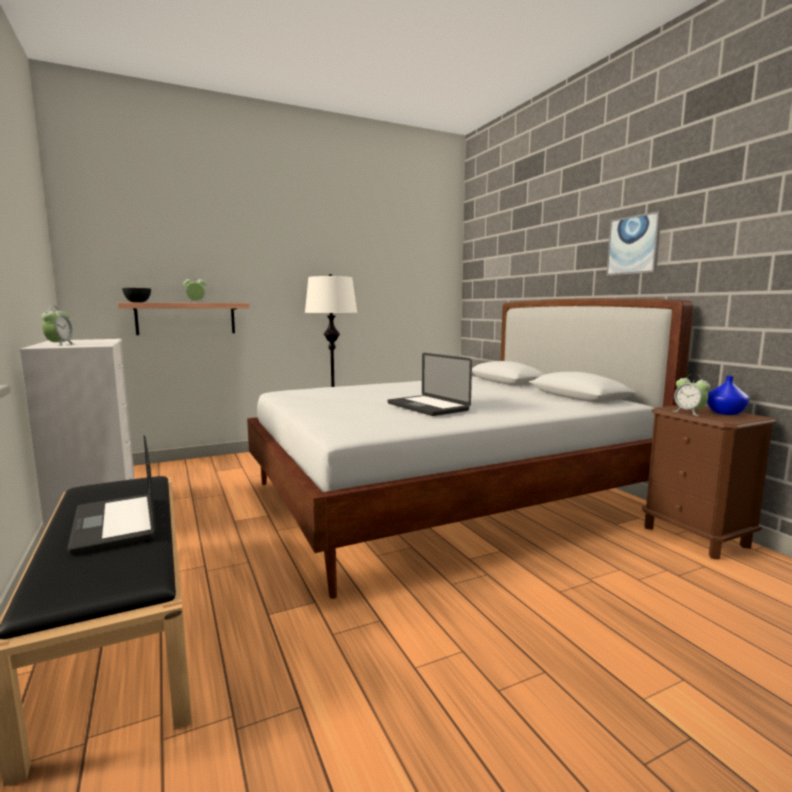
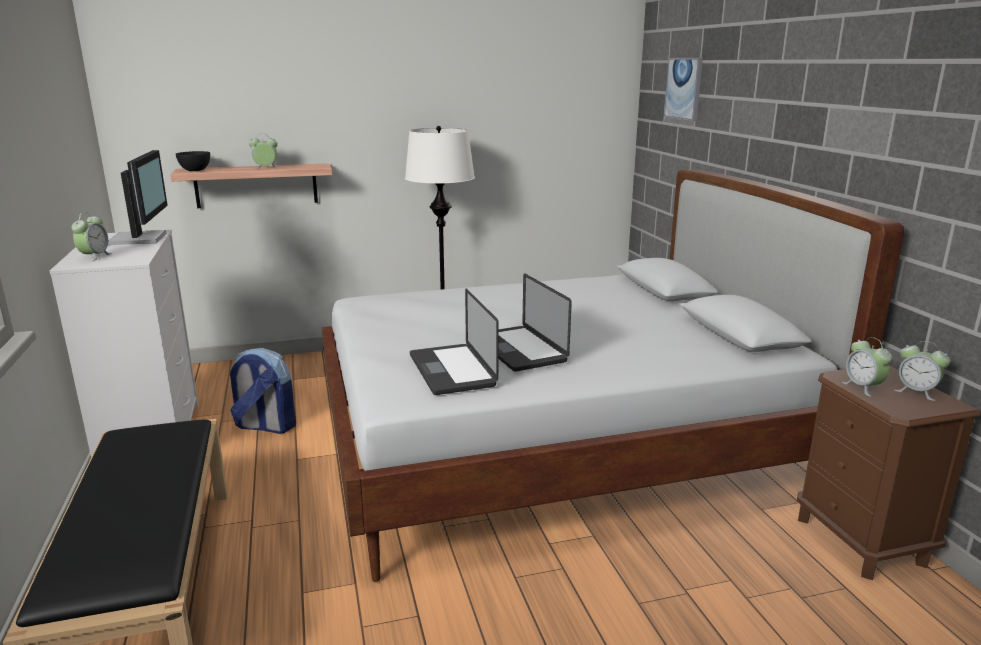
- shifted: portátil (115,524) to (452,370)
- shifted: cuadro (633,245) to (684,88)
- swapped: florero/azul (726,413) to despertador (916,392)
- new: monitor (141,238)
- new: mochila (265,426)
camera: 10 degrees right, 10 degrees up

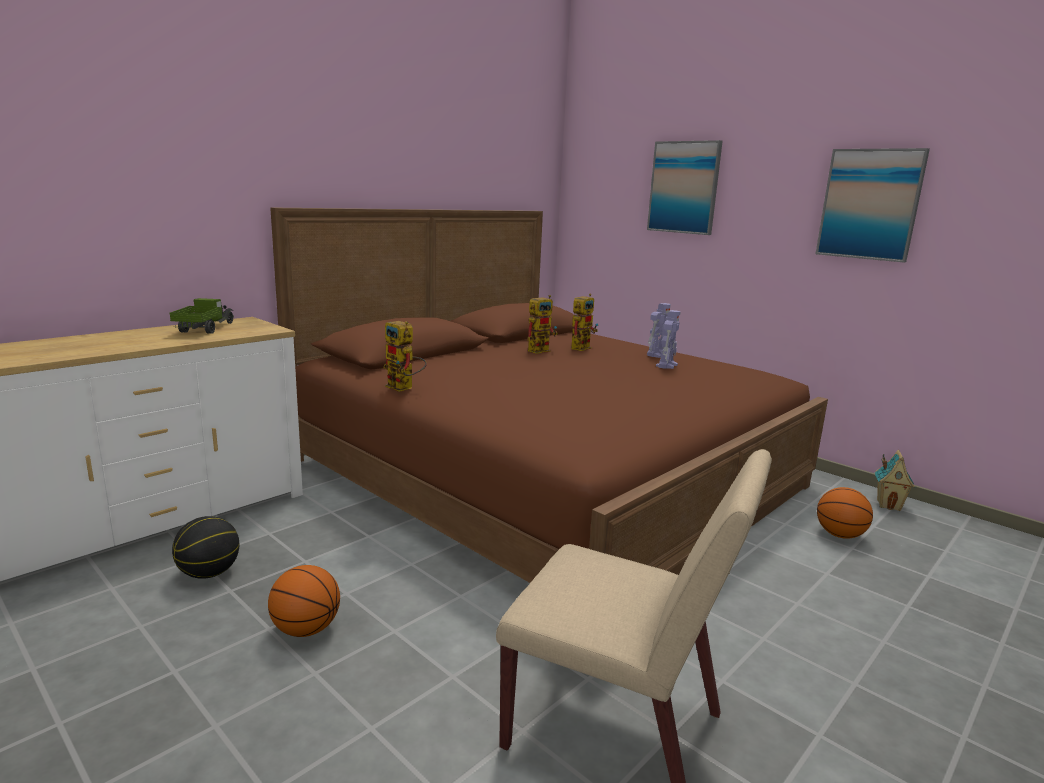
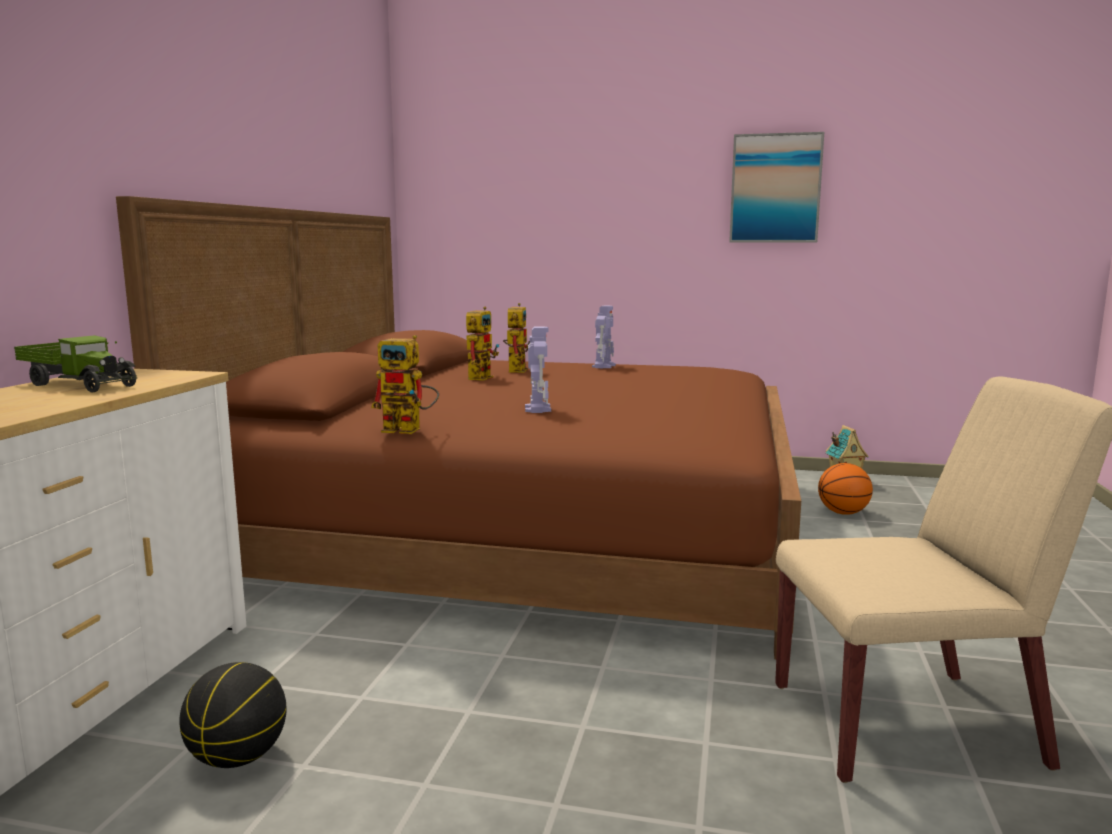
- rotated: camión de juguete (205,329) = (80,384) 150 degrees clockwise
- gone: balón de baloncesto (306,629)
- gone: cuadro (684,187)
- shifted: robot de juguete (667,365) to (537,408)
camera: 30 degrees left, 5 degrees down

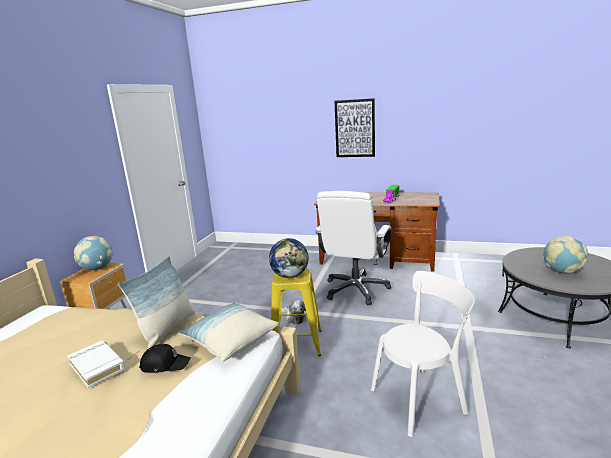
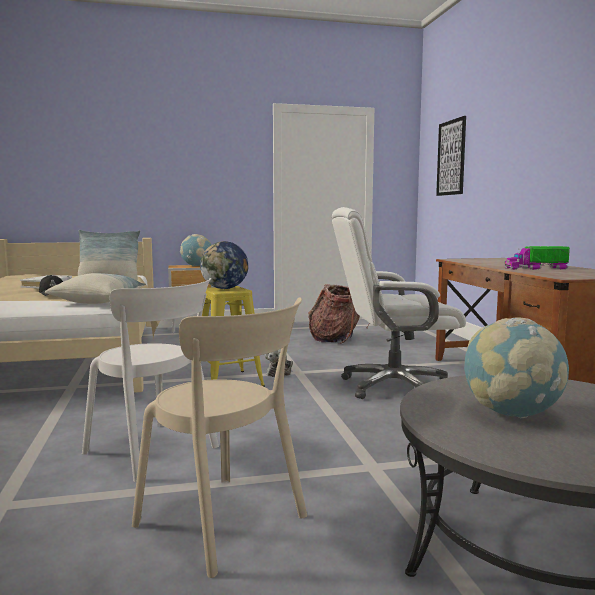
- shifted: cuadro (355,128) to (451,158)
- new: silla/beis (226,523)
- new: mochila (338,339)
camera: 60 degrees right, 10 degrees down

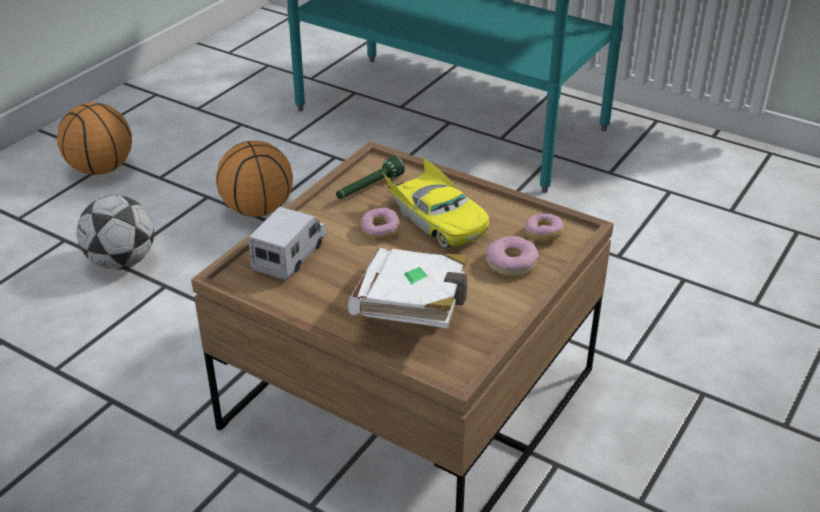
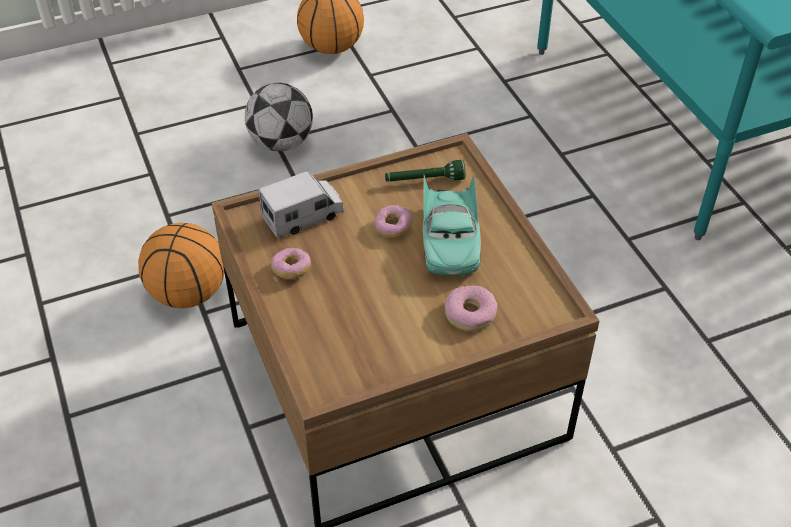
- shifted: balón de baloncesto (258,209) to (189,293)
- gone: libro/blanco (414,309)
- repainted: coche de juguete/amarillo (436,219) to coche de juguete/turquesa (450,239)
- shifted: rosquilla (543,235) to (291,269)
camera: 35 degrees right, 10 degrees up

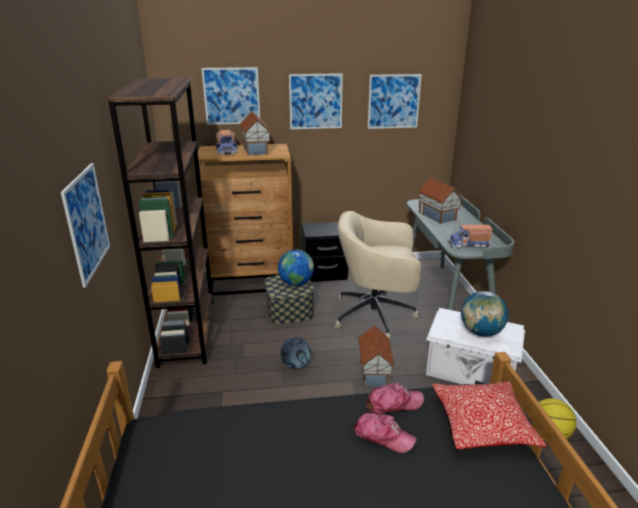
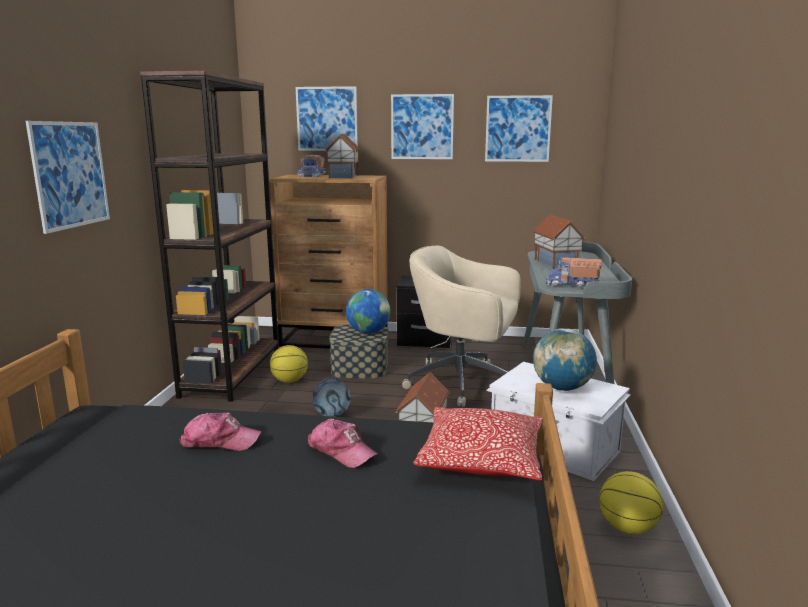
- shifted: gorra (393,403) to (220,441)
- new: balón de baloncesto (289,381)
camera: 15 degrees right, 10 degrees down

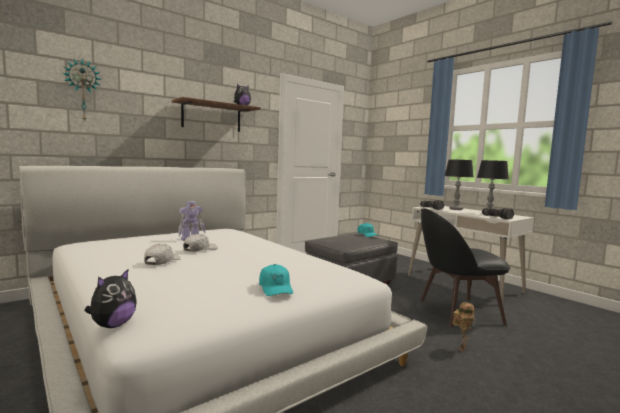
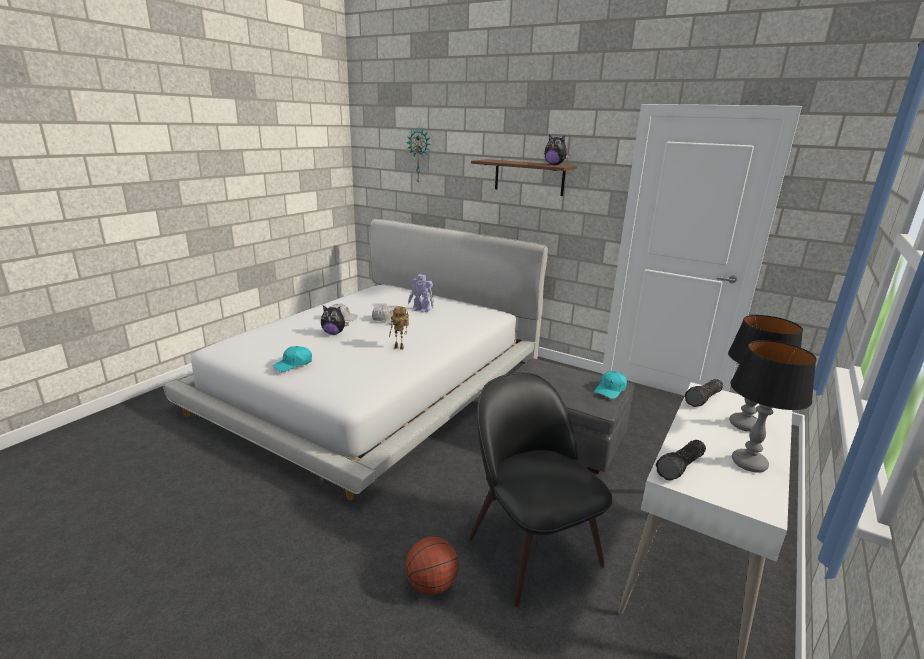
- shifted: peluche (112,325) to (334,333)
- shifted: robot de juguete (461,348) to (400,348)
- new: balón de baloncesto (432,584)
camera: 70 degrees right, 15 degrees up

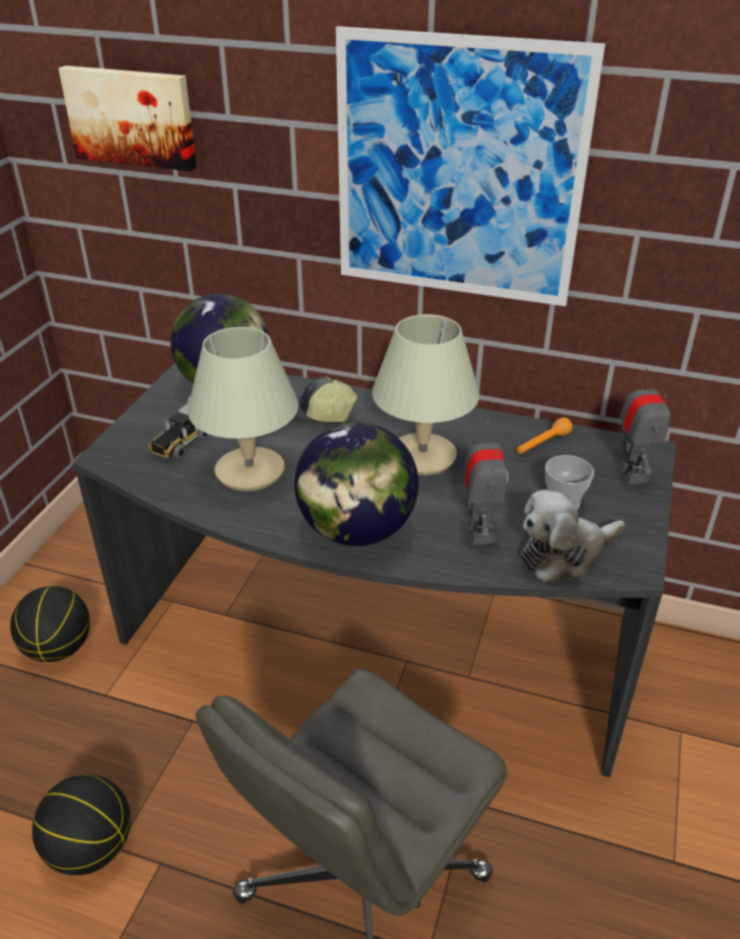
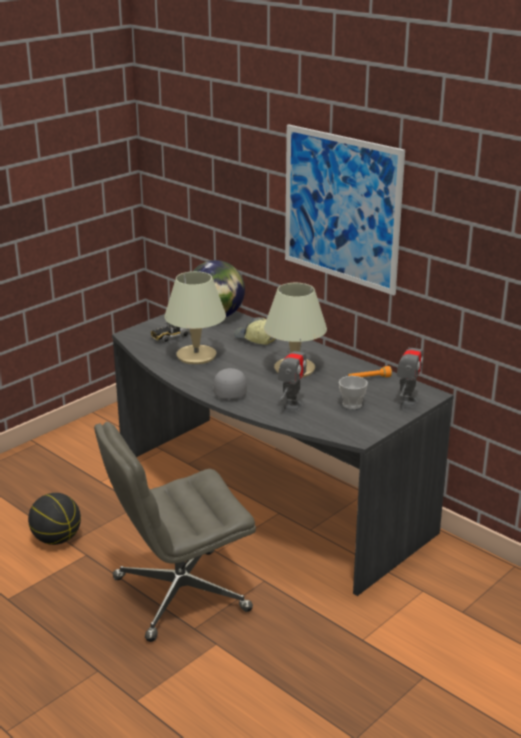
- gone: balón de baloncesto (58,649)
- gone: cuadro (131,117)
- swapped: globo terráqueo (356,531) to gorra/gris (228,391)
- gone: peluche (564,555)
camera: 25 degrees right, 10 degrees down

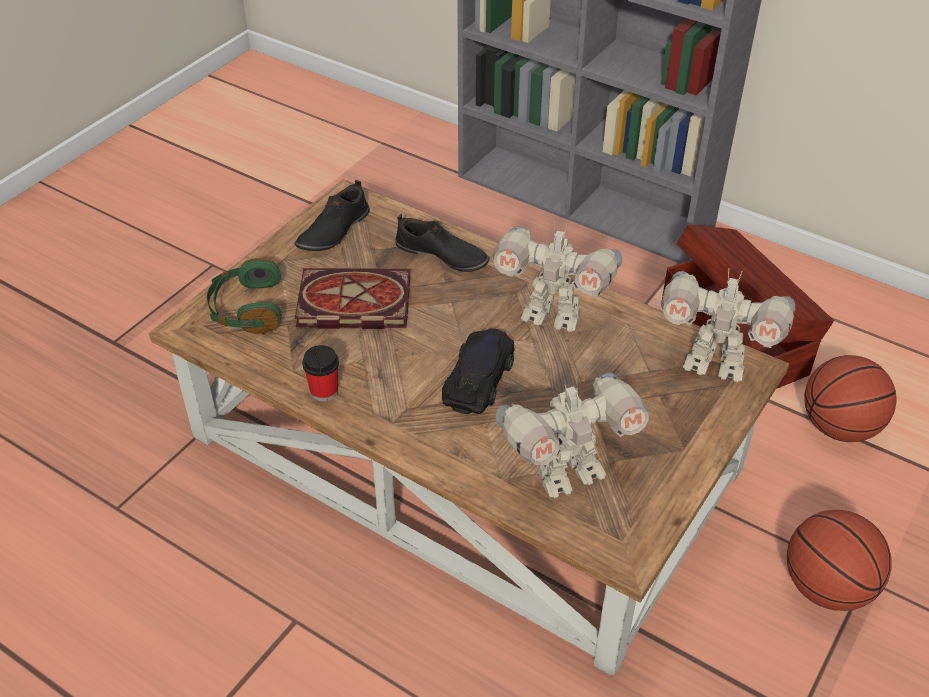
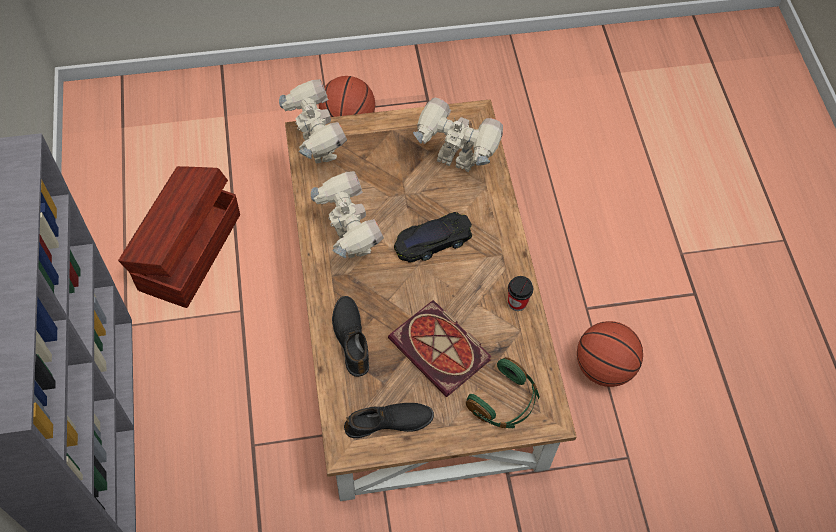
- shifted: balón de baloncesto (839,427) to (603,367)
camera: 135 degrees left, 15 degrees up

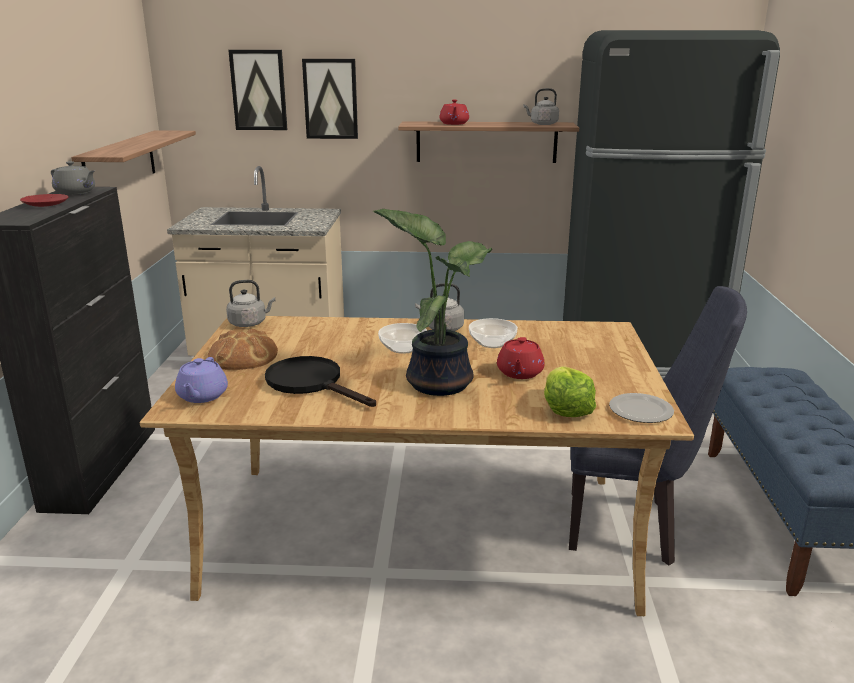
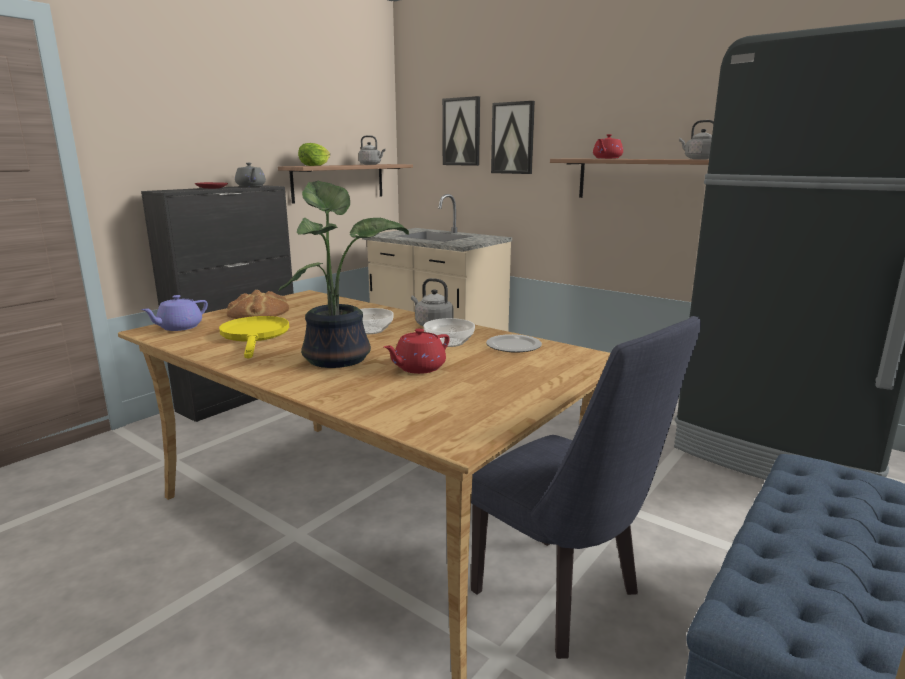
- shifted: hervidor/gris (249,323) to (371,164)
- repainted: sartén/negro (311,383) to sartén/amarillo (255,336)
- shifted: lechuga (566,409) to (315,165)
- shifted: plato (642,411) to (514,346)
camera: 35 degrees right, 5 degrees down

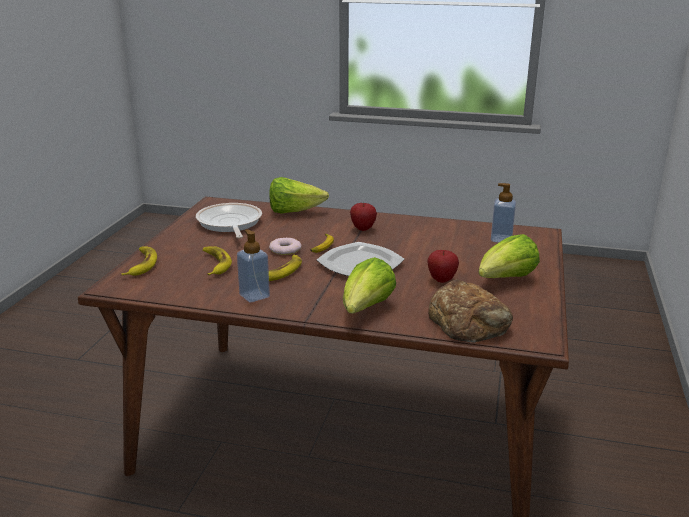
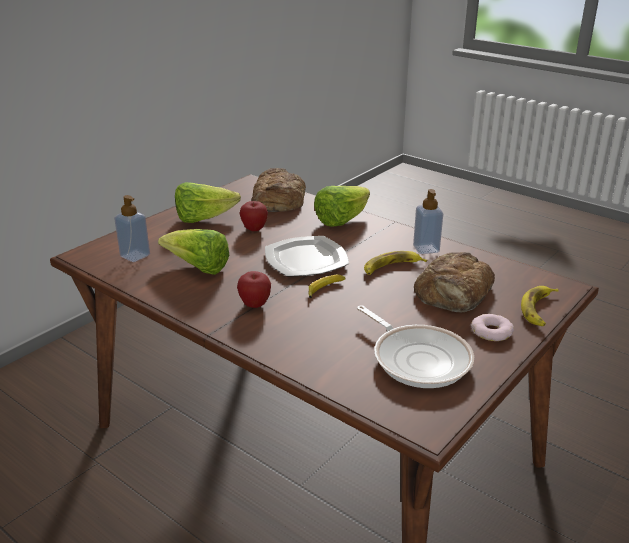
- rotated: sartén (229,224) = (418,358) 45 degrees counterclockwise
- swapped: plátano (215,264) to pan (454,292)
- shifted: lechuga (294,212) to (198,268)
- shifted: rosquilla (285,250) to (492,332)
camera: 155 degrees left, 5 degrees up

